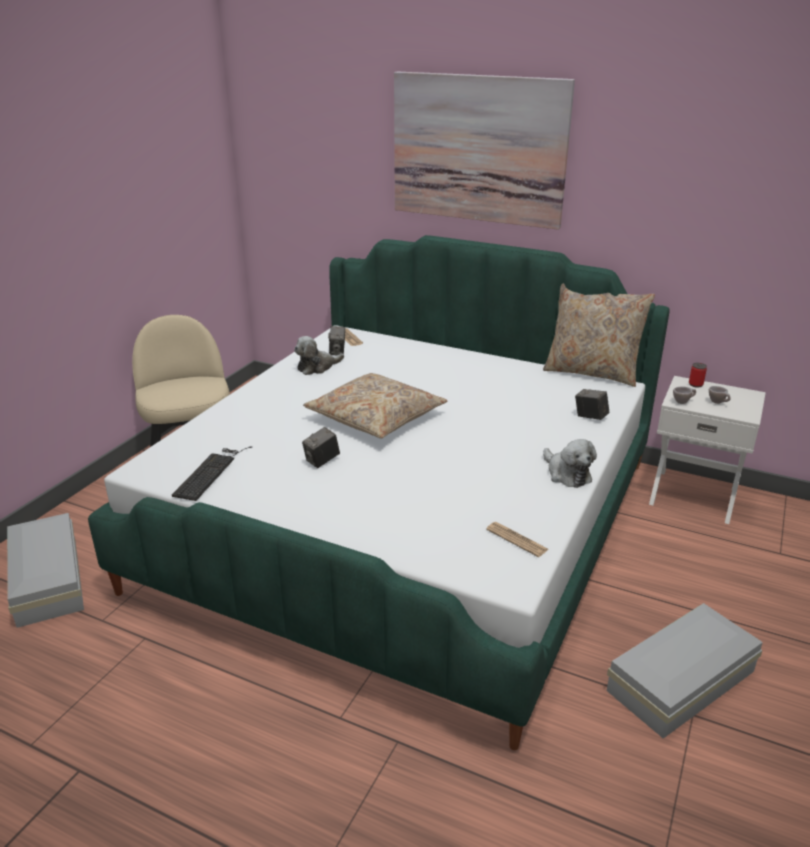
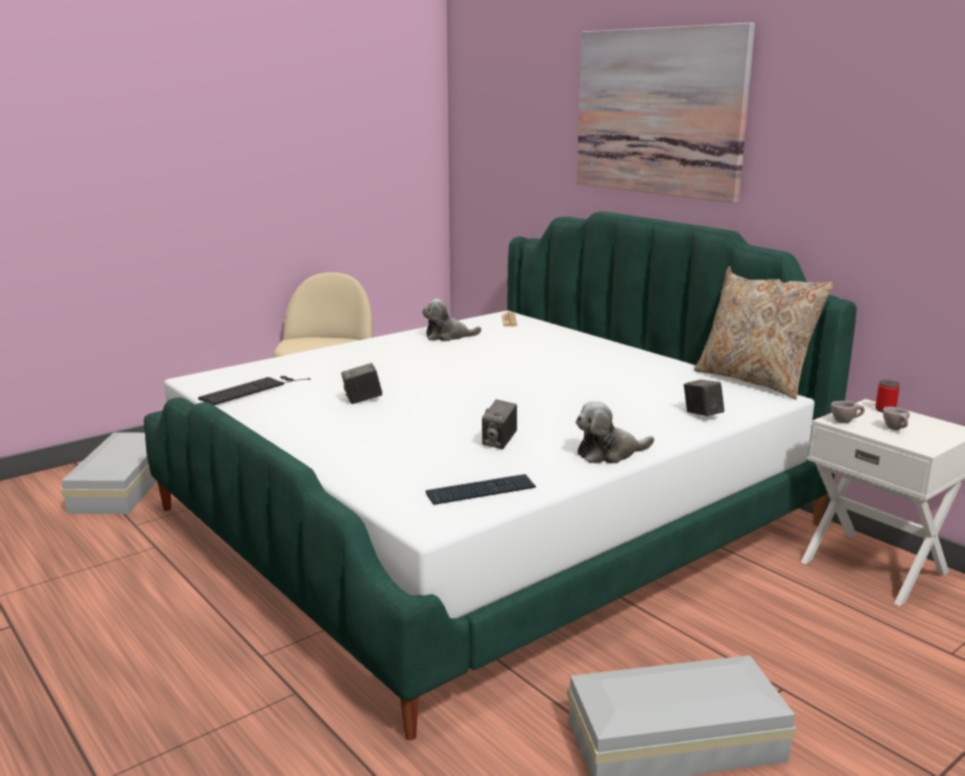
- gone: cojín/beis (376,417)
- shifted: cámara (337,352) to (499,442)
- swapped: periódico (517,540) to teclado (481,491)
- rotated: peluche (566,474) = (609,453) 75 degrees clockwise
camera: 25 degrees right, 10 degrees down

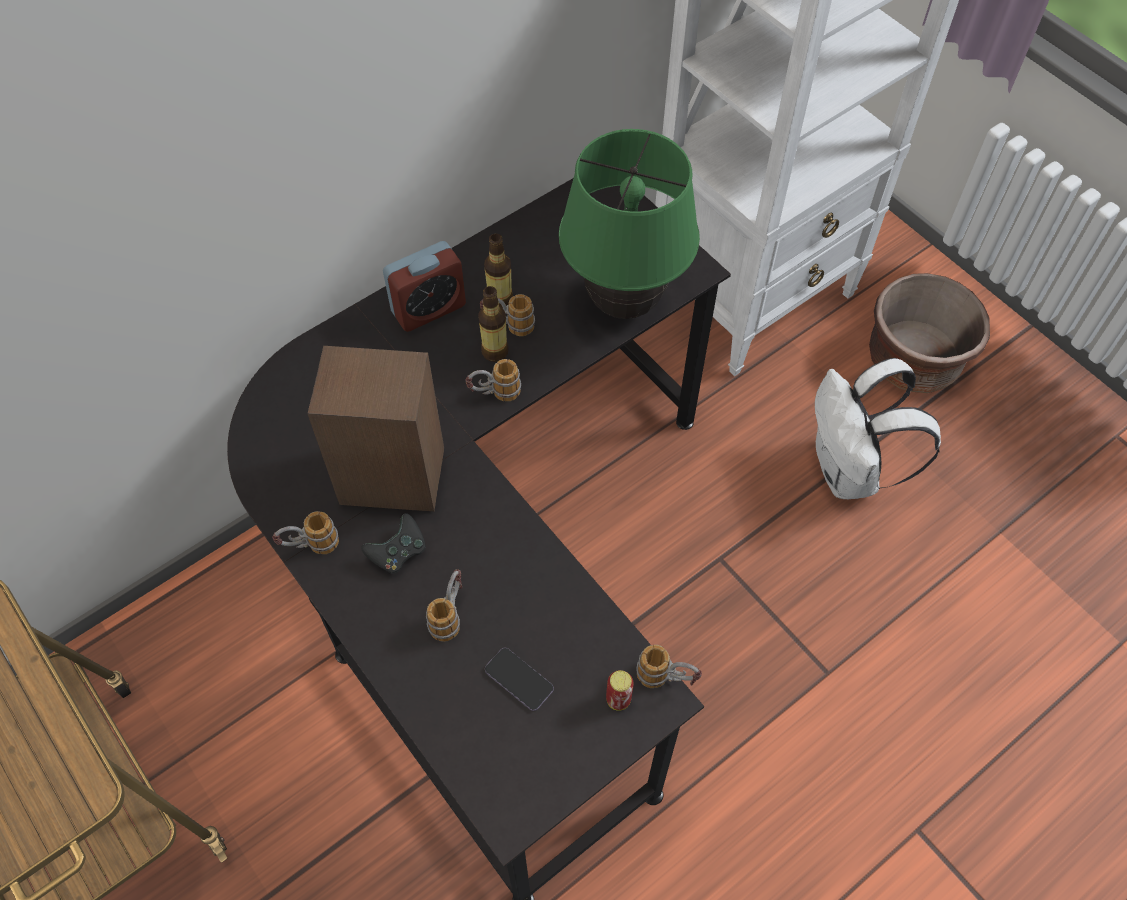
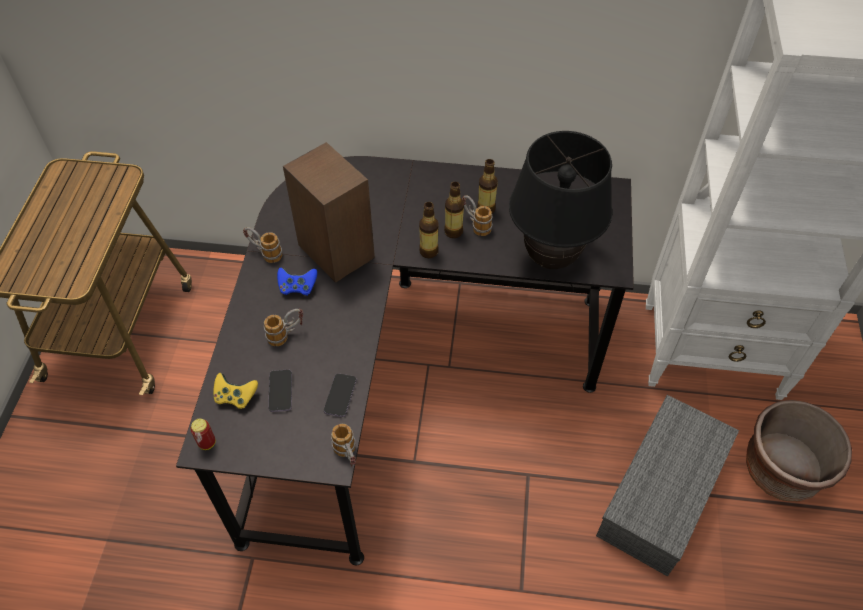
- repainted: mando de consola/negro (398,553) to mando de consola/azul (297,287)
- gone: despertador (428,309)
- swapped: taza grande (494,394) to botella (428,251)
- repainted: lámpara de mesa/verde (624,304) to lámpara de mesa/negro (550,258)
- shifted: lata (618,699) to (207,443)
- swapped: mochila/blanco (849,472) to caja de almacenaje/gris (662,496)
- new: mando de consola/amarillo (235,397)
- new: móvil (340,396)
camera: 45 degrees right, 5 degrees down

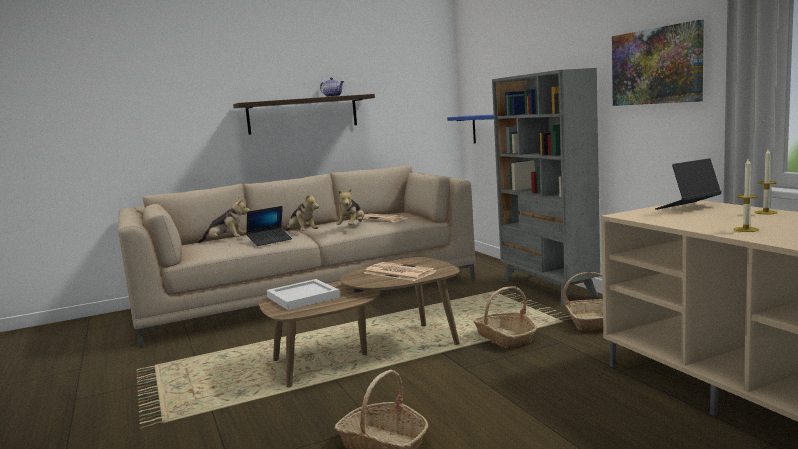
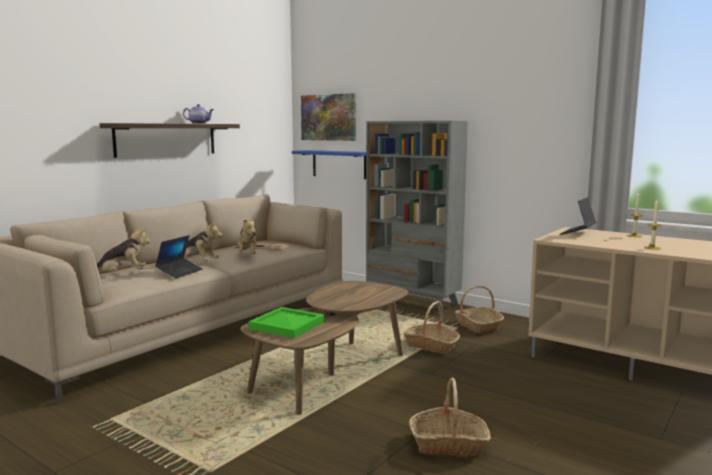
- repainted: bandeja/blanco (302,297) to bandeja/verde (287,325)
- gone: periódico (398,272)
- shifted: cuadro (656,66) to (328,117)
camera: 30 degrees left, 0 degrees up

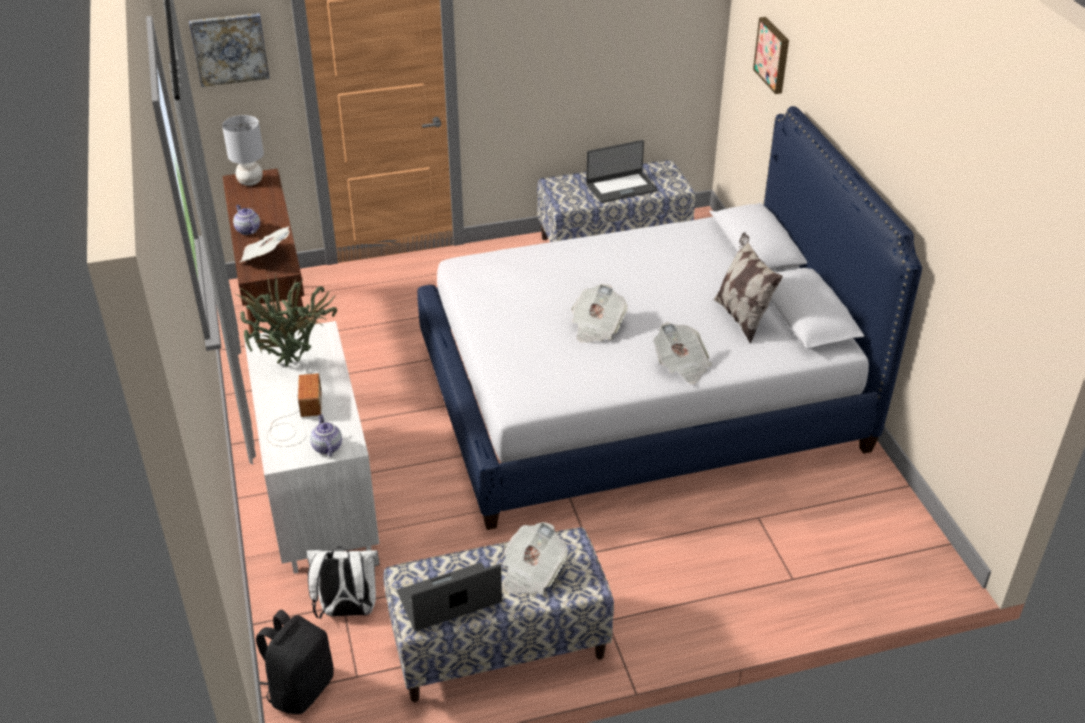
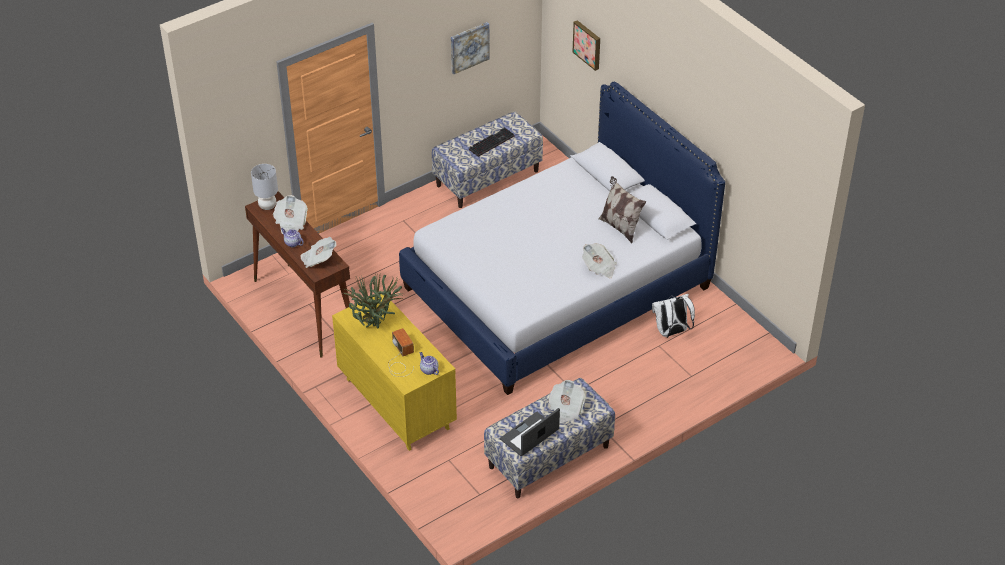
- shifted: cuadro (229,49) to (469,47)
- repainted: cómoda/blanco (319,498) to cómoda/amarillo (396,403)
- gone: mochila/negro (300,688)
- shifted: mochila/blanco (347,610) to (671,332)
- shifted: periódico (596,327) to (290,223)
- swapped: portátil (621,187) to teclado (491,142)
camera: 20 degrees left, 5 degrees up

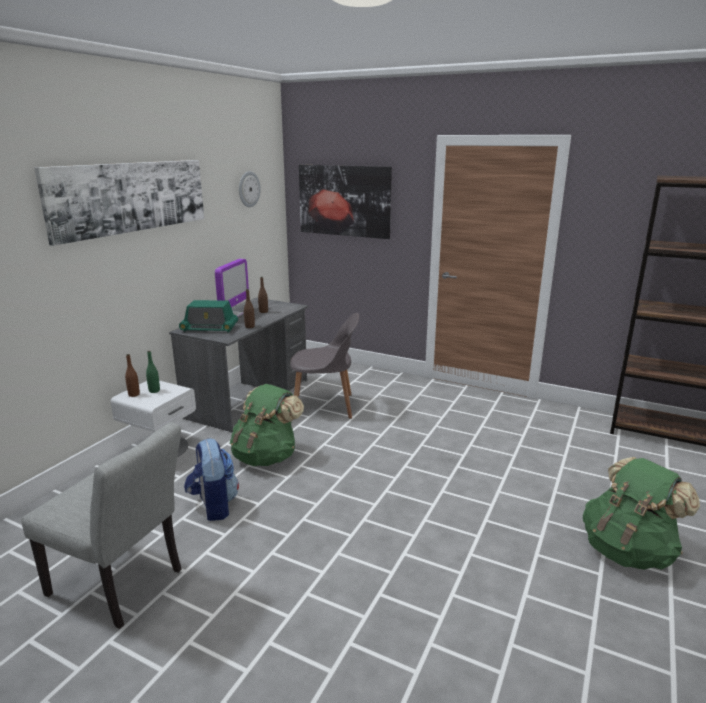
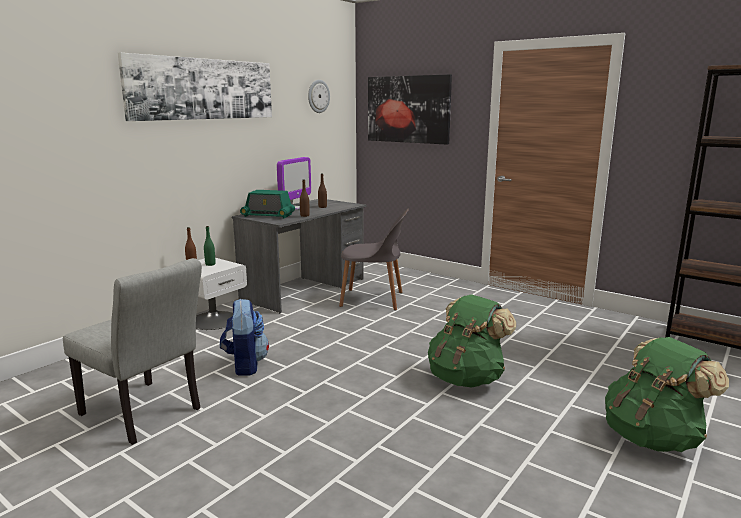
- shifted: mochila/verde (266,456) to (466,378)
camera: 10 degrees right, 5 degrees down

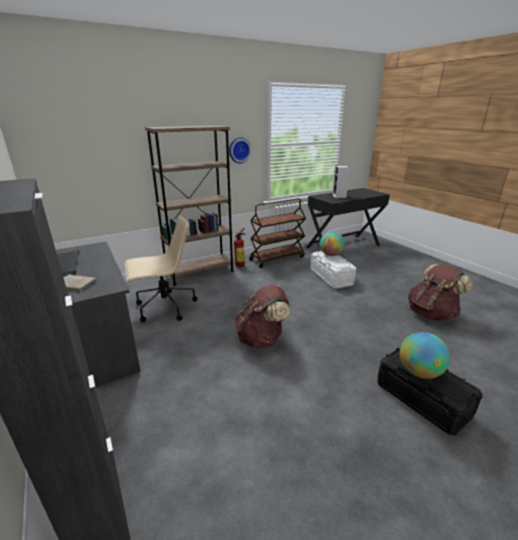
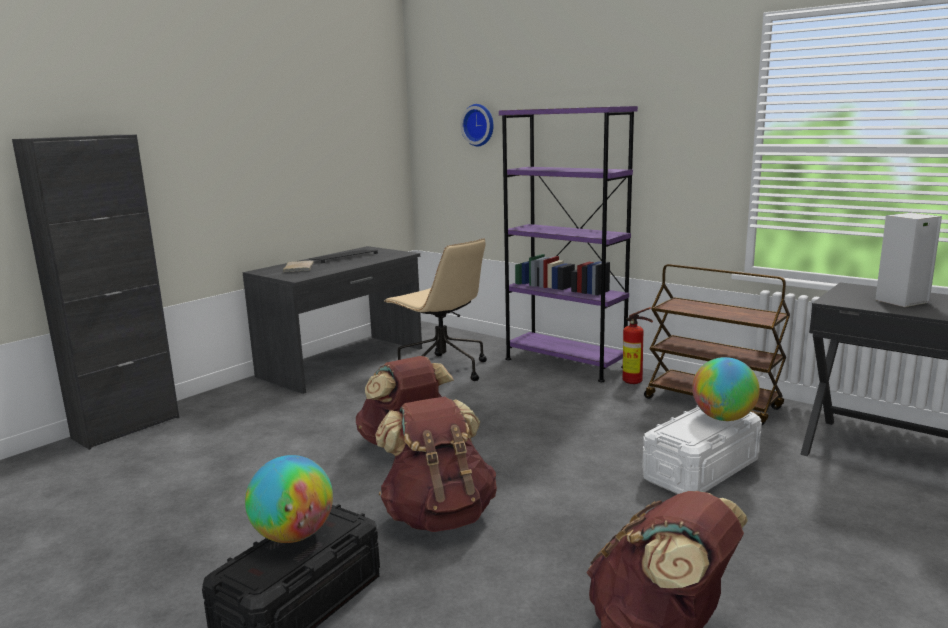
- repainted: estantería/marrón (200,273) to estantería/morado (565,363)
- shifted: reloj de pared (239,150) to (479,125)
- new: mochila/marrón (439,515)
camera: 70 degrees right, 10 degrees down

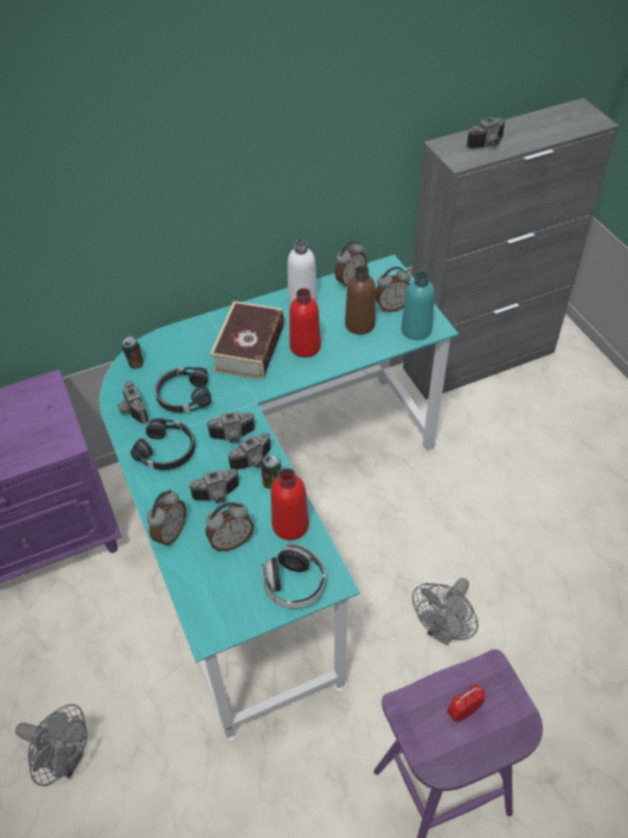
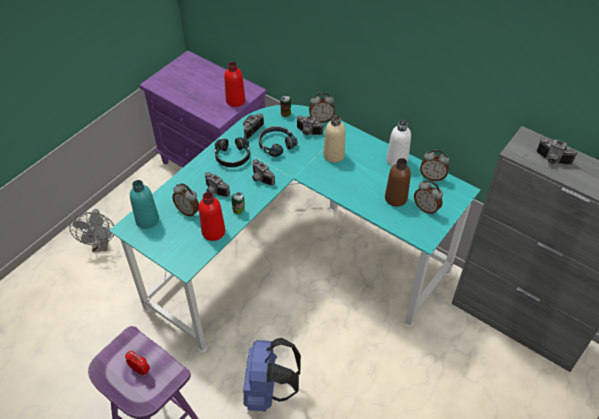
- shifted: despertador (170,533) to (321,119)
- swapped: libro (249,348) to botella/beis (333,155)
- shifted: cámara (254,462) to (308,132)
- gone: auriculares (294,585)
- shifted: botella/rojo (305,347) to (235,101)
- shifted: botella/turquesa (416,330) to (147,220)
- swapped: ventilador/gris (443,631) to mochila/azul (268,390)
camera: 60 degrees right, 0 degrees up

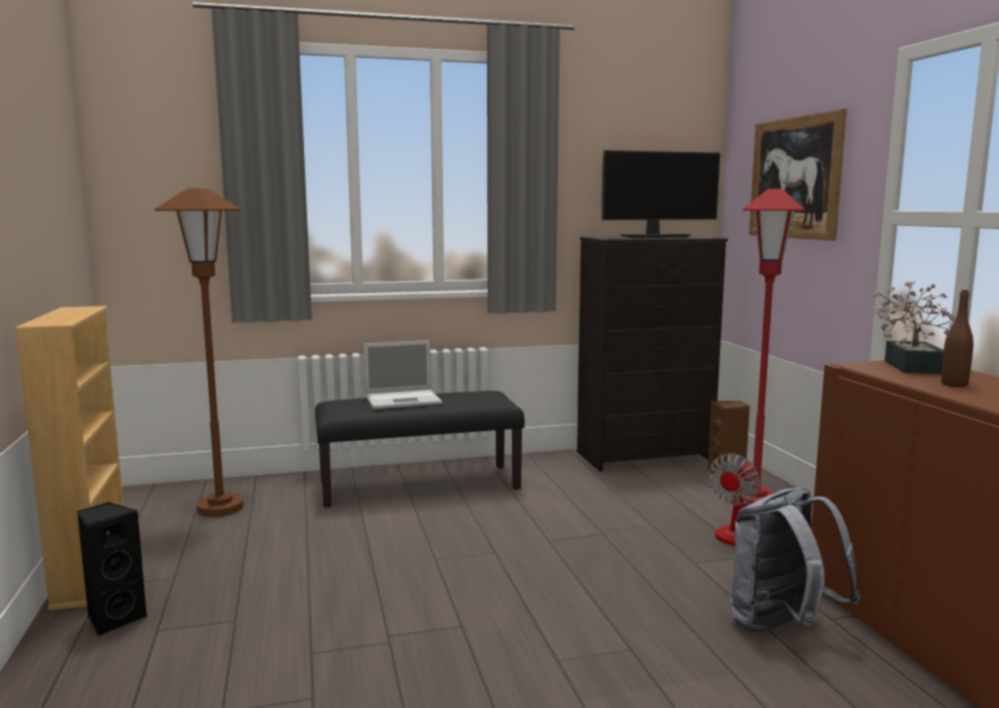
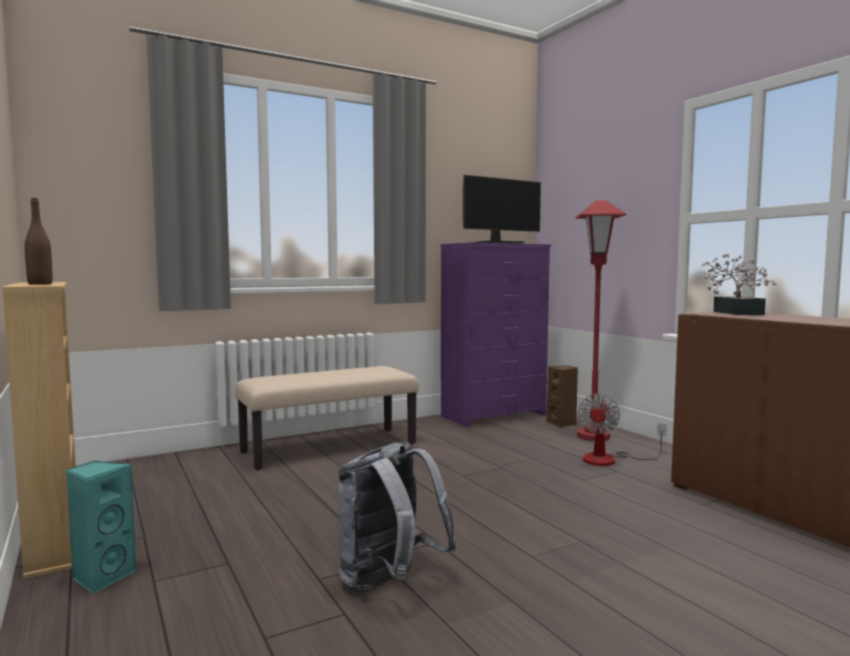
- repainted: altavoz/negro (114,619) to altavoz/turquesa (102,577)
- gone: lámpara de pie/marrón (220,508)
- repainted: banco/negro (420,485) to banco/beis (330,447)
- gone: portátil (404,400)
- repainted: cómoda/negro (645,457) to cómoda/morado (495,416)
- shifted: mochila/gris (781,627) to (389,583)
- gone: cuadro (795,178)
- shifted: botella/marrón (954,384) to (40,284)
camera: 15 degrees left, 5 degrees down

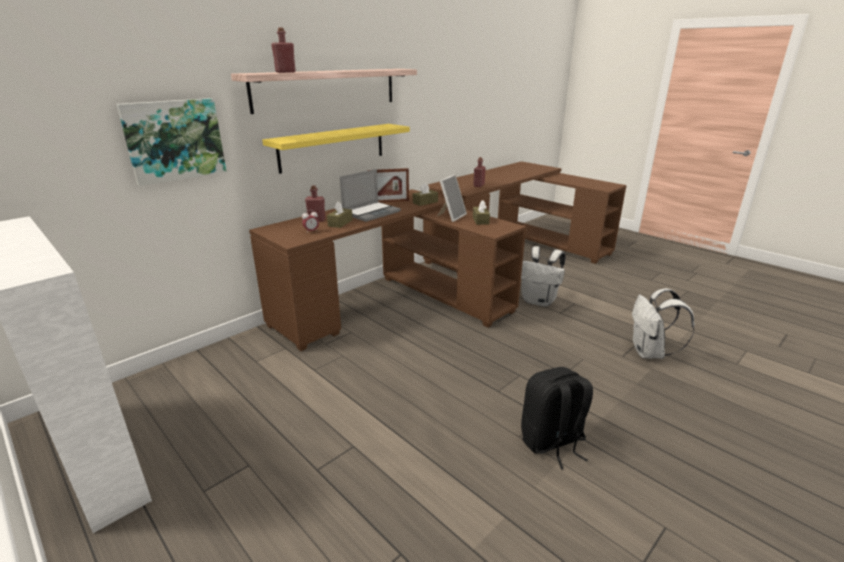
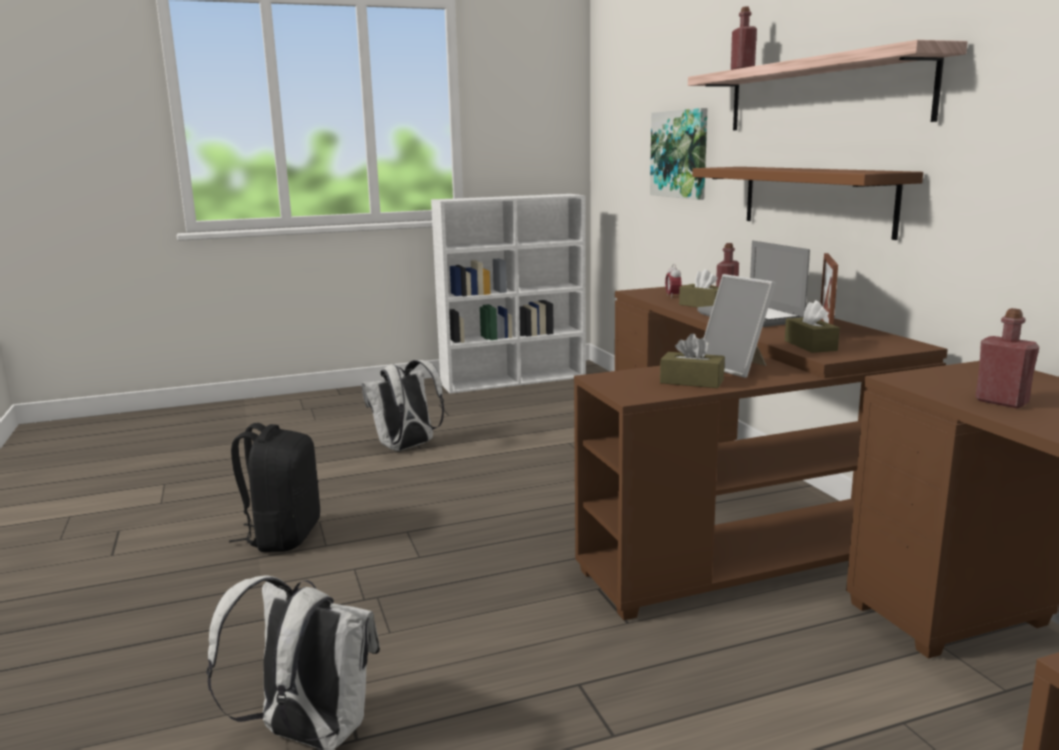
- repainted: estante/amarillo (332,147) to estante/marrón (815,199)
- shifted: mochila/blanco (539,301) to (406,447)
camera: 115 degrees right, 10 degrees down

